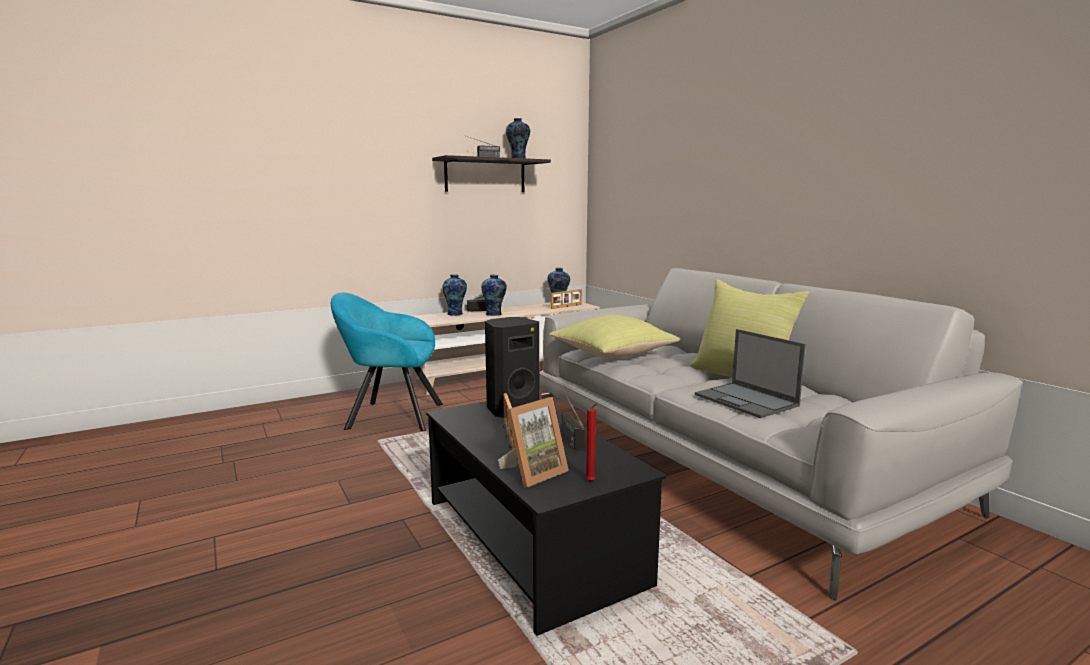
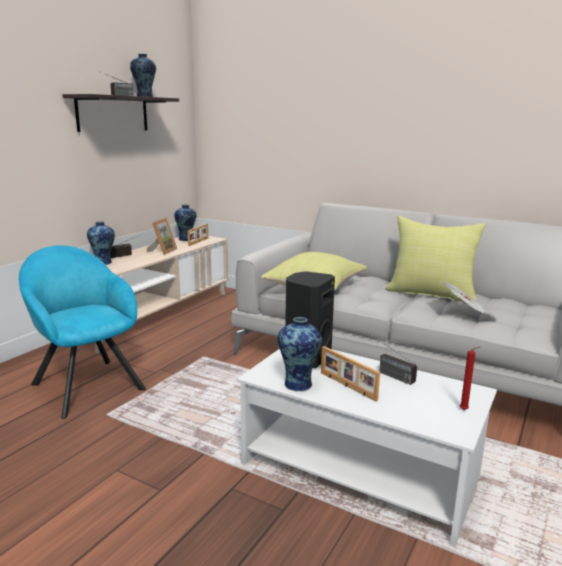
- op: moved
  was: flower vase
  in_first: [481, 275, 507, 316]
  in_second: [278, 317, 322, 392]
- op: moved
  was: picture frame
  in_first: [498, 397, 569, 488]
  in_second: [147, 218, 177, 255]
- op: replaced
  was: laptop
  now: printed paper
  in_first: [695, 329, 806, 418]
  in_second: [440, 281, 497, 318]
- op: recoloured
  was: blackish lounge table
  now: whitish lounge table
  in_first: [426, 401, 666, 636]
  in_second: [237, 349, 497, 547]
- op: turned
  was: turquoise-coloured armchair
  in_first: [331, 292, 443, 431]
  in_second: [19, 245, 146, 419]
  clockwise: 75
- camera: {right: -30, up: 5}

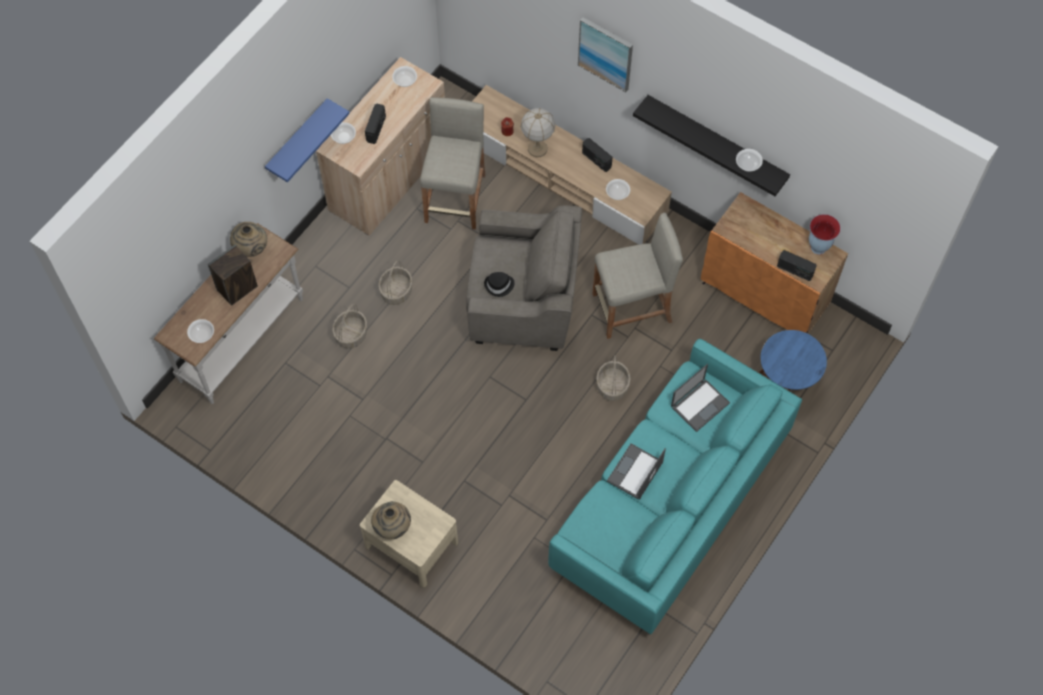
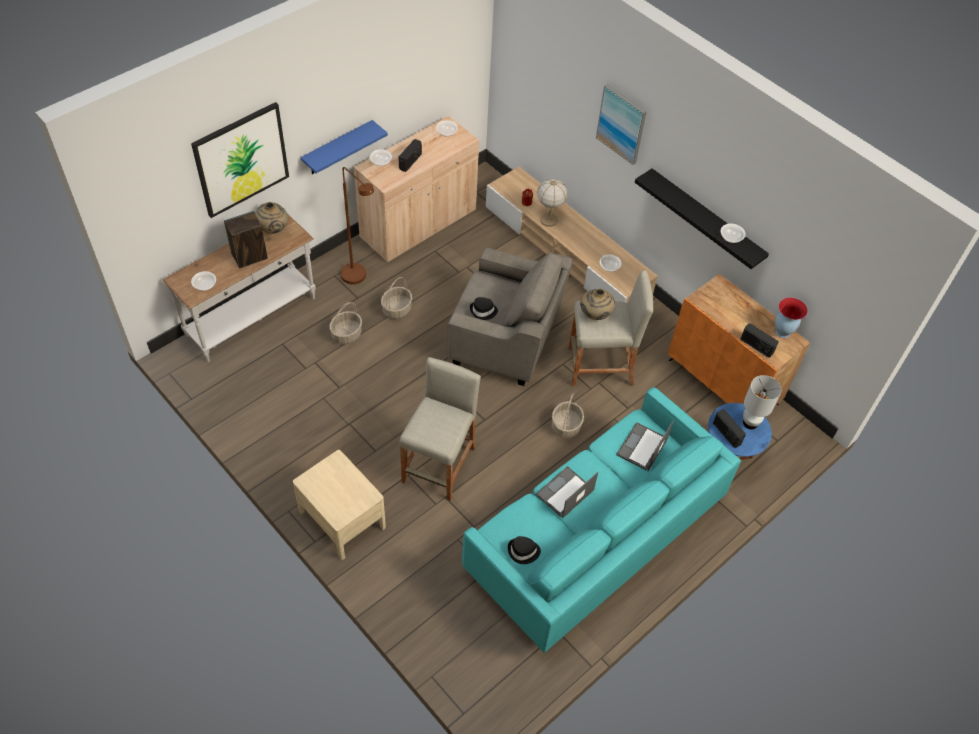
- op: added
  now: picture
  in_second: [191, 102, 289, 218]
- op: added
  now: brown floor lamp
  in_second: [341, 167, 374, 285]
- op: added
  now: blackish clothing hat
  in_second: [508, 536, 541, 564]
- op: added
  now: whitish lamp for a table
  in_second: [743, 375, 781, 429]
- op: moved
  was: sand-coloured flower vase
  in_first: [371, 501, 411, 539]
  in_second: [580, 289, 615, 320]
- op: moved
  was: sand-coloured stool seat
  in_first: [420, 97, 485, 230]
  in_second: [399, 357, 481, 501]
- op: moved
  was: radio
  in_first: [582, 138, 613, 172]
  in_second: [713, 409, 746, 448]
- op: turned
  was: laptop
  in_first: [671, 364, 730, 432]
  in_second: [616, 420, 674, 471]
  clockwise: 150
- camera: {right: 10, up: -10}

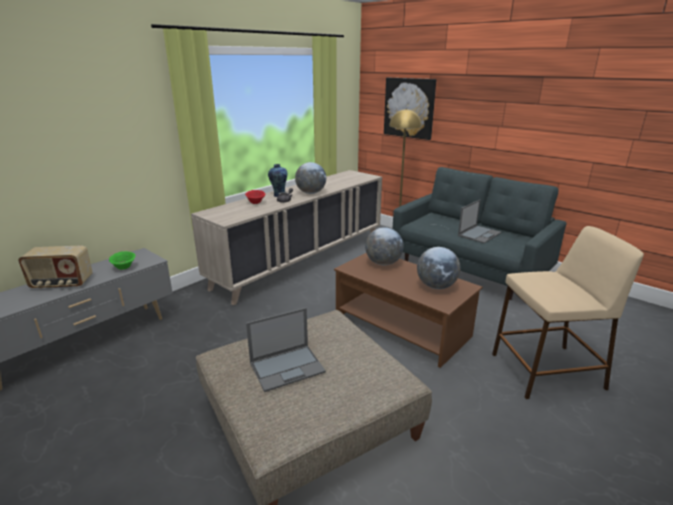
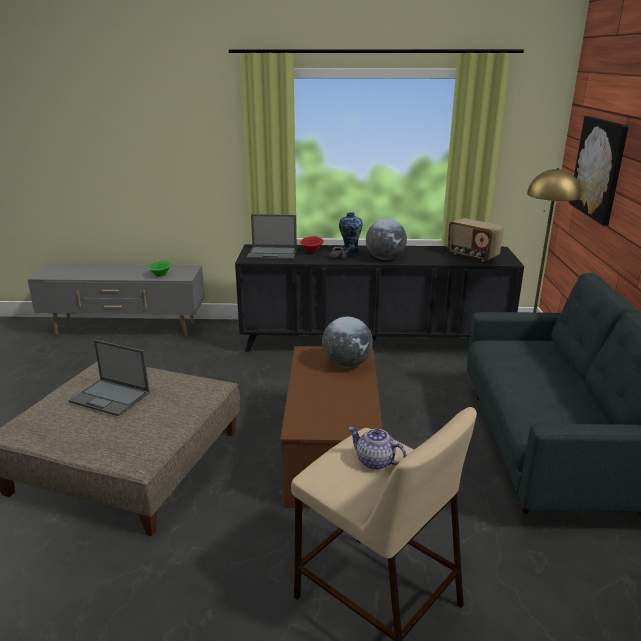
- op: removed
  was: globe
  in_first: [417, 247, 461, 289]
- op: added
  now: tea pot
  in_second: [348, 427, 406, 470]
- op: moved
  was: radio
  in_first: [18, 246, 93, 289]
  in_second: [447, 218, 504, 262]
- op: moved
  was: laptop
  in_first: [458, 200, 502, 243]
  in_second: [247, 214, 297, 259]
- op: recoloured
  was: sand-coloured cabinet
  now: blackish cabinet
  in_first: [191, 170, 382, 305]
  in_second: [235, 244, 524, 352]
- camera: {right: 50, up: 0}

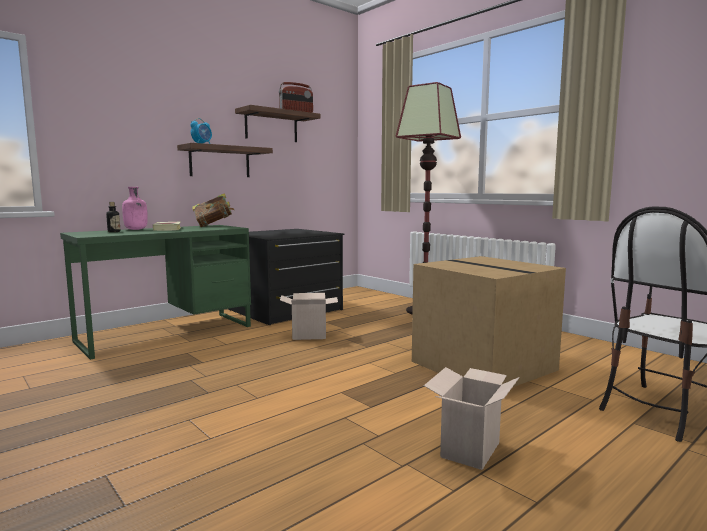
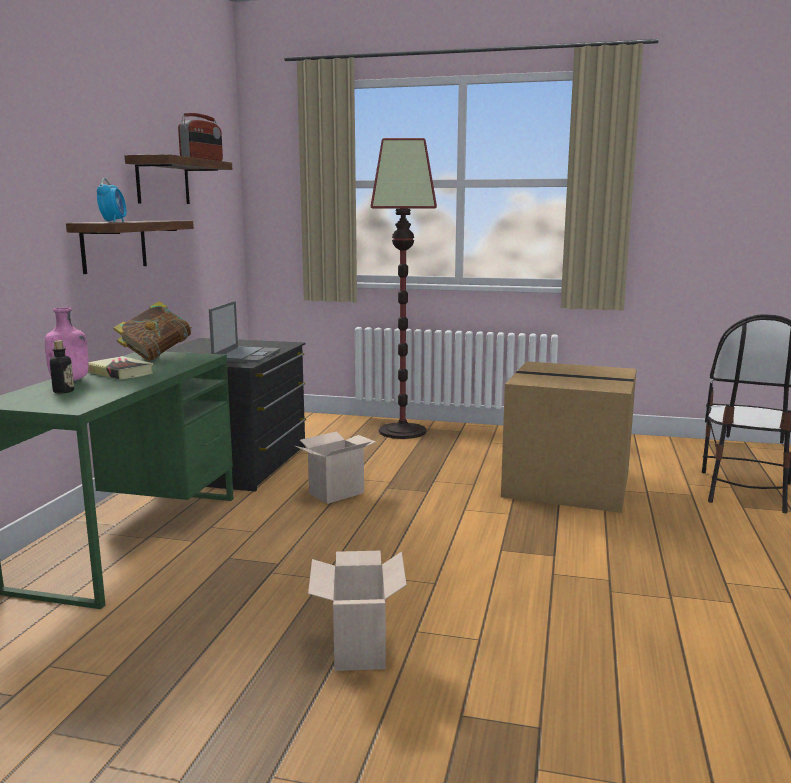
- op: added
  now: laptop
  in_second: [209, 301, 280, 362]
- op: moved
  was: packing box
  in_first: [424, 367, 520, 470]
  in_second: [308, 551, 407, 671]
- camera: {right: -35, up: 5}

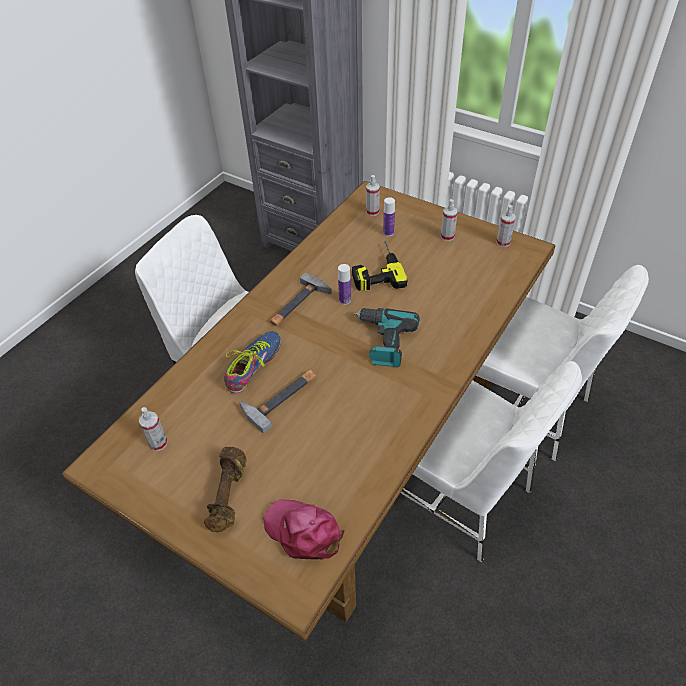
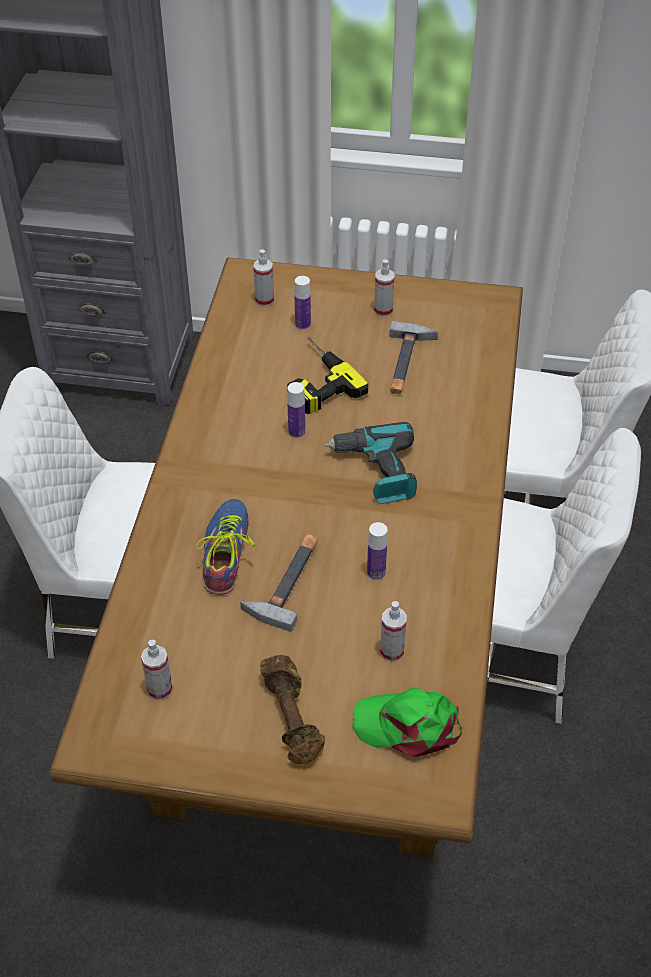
- op: added
  now: drink bottle
  in_second: [367, 522, 388, 580]
- op: moved
  was: hammer
  in_first: [270, 273, 332, 326]
  in_second: [389, 321, 438, 394]
- op: moved
  was: sprayer
  in_first: [496, 205, 516, 247]
  in_second: [380, 601, 407, 662]
- op: recoloured
  was: pinkish peaked cap
  now: green peaked cap
  in_first: [263, 499, 344, 560]
  in_second: [353, 688, 462, 757]
- camera: {right: -25, up: 0}

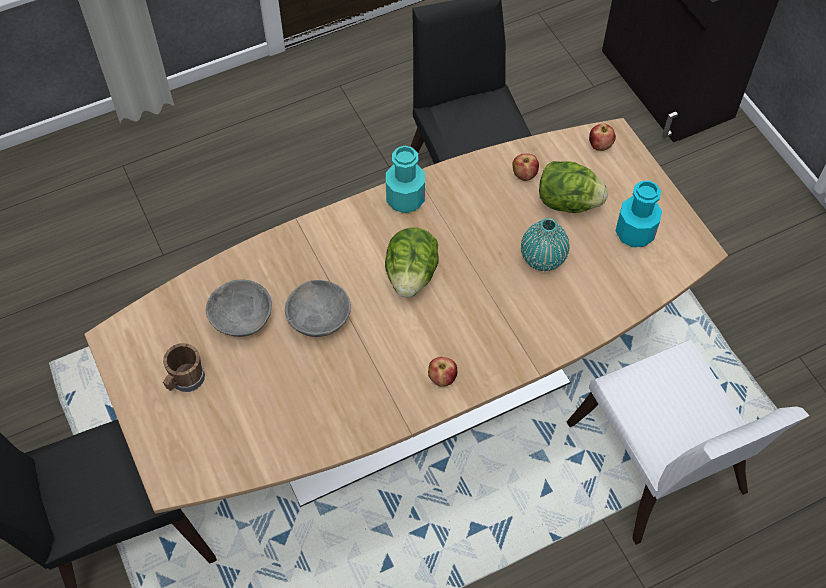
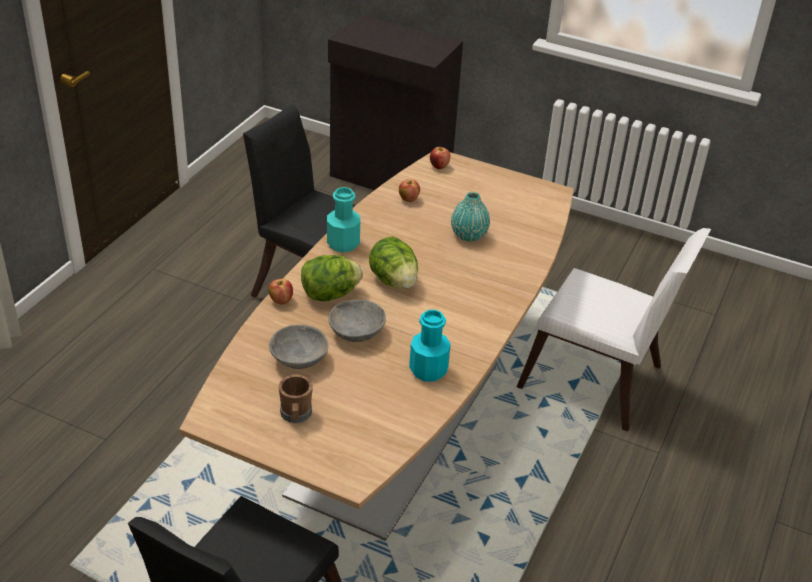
- op: moved
  was: apple fruit
  in_first: [428, 357, 457, 387]
  in_second: [268, 278, 293, 305]
- op: moved
  was: lettuce head
  in_first: [539, 161, 608, 213]
  in_second: [301, 255, 363, 301]
- op: moved
  was: turquoise-coloured drink bottle
  in_first: [616, 181, 662, 247]
  in_second: [409, 310, 451, 381]
- camera: {right: -40, up: -20}

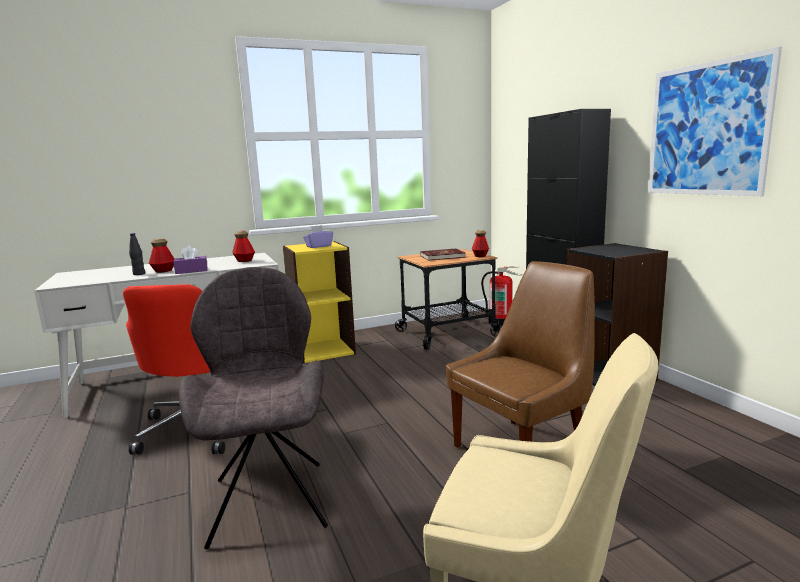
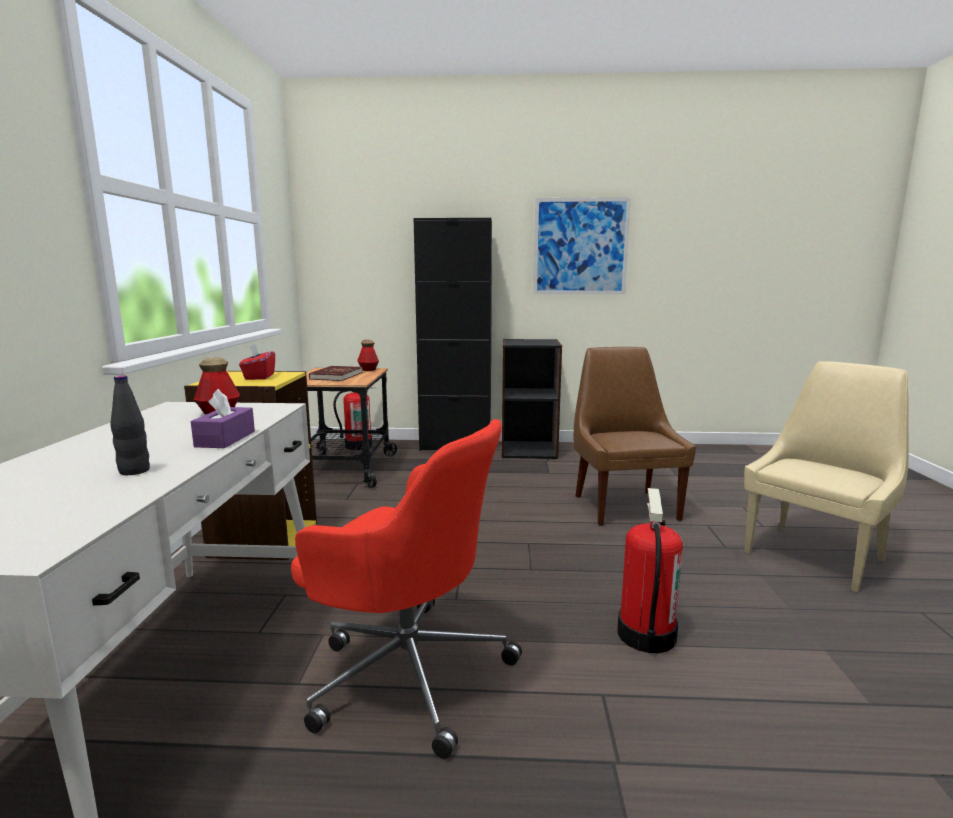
- op: removed
  was: drink bottle
  in_first: [149, 238, 174, 273]
- op: replaced
  was: grey upright chair
  now: fire-fighting cylinder
  in_first: [179, 267, 328, 550]
  in_second: [617, 488, 683, 653]
- op: recoloured
  was: purple-coloured tissue holder
  now: reddish tissue holder
  in_first: [303, 225, 333, 248]
  in_second: [239, 344, 275, 380]
- camera: {right: -65, up: 0}

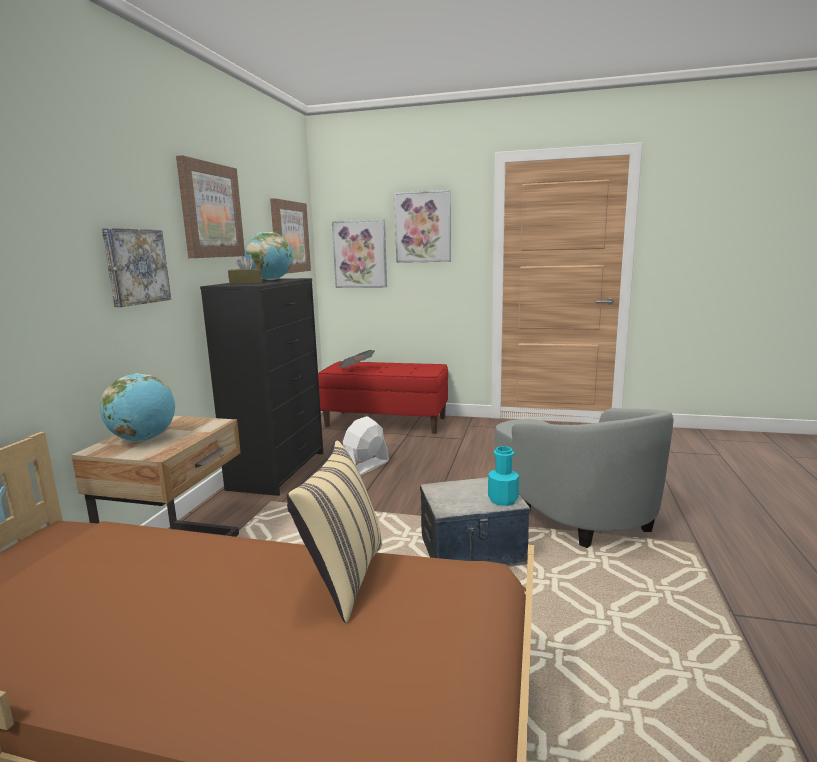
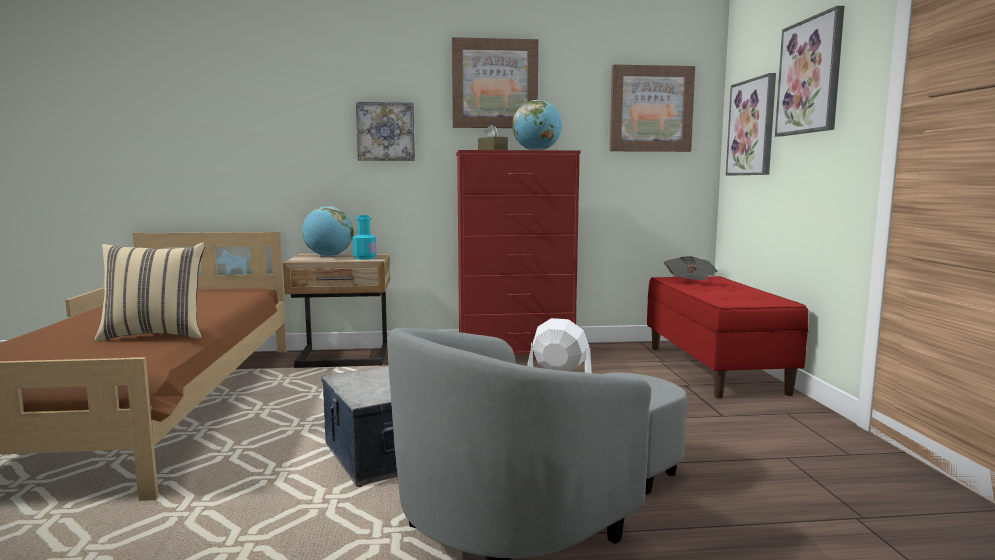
- op: moved
  was: turquoise-coloured drink bottle
  in_first: [488, 446, 519, 506]
  in_second: [352, 215, 376, 259]
- op: recoloured
  was: blackish drawer chest
  now: reddish drawer chest
  in_first: [200, 278, 323, 496]
  in_second: [456, 150, 581, 355]
- camera: {right: 70, up: -5}

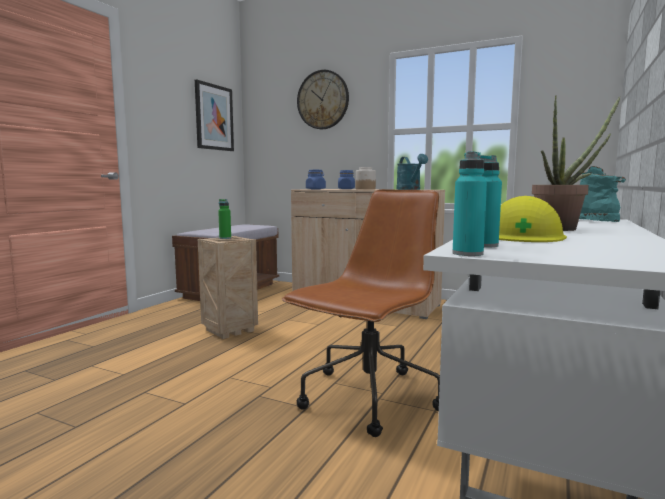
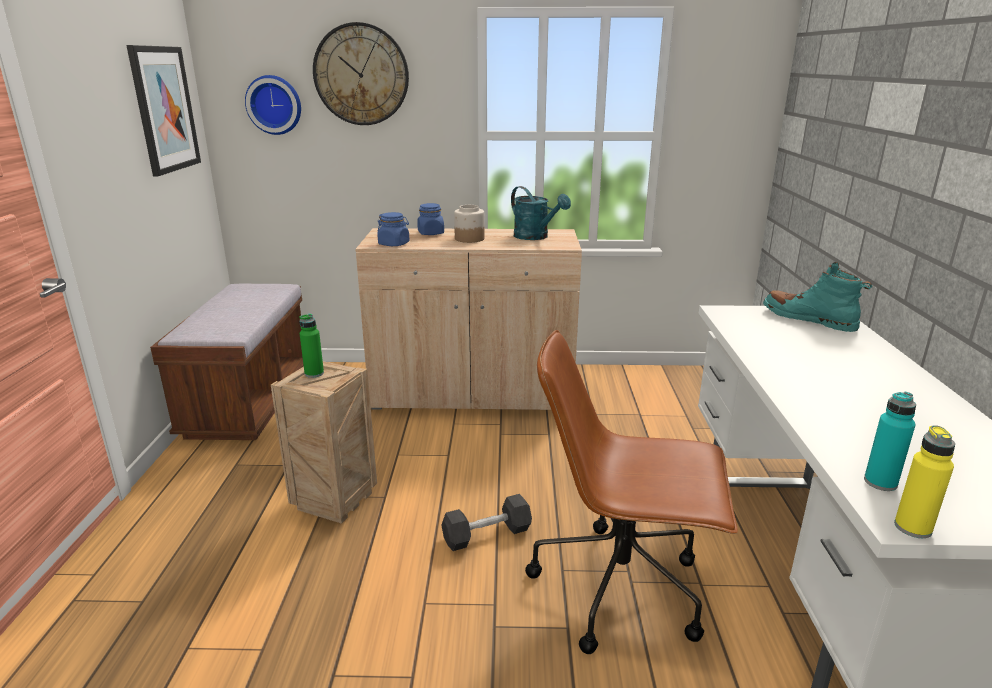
- op: removed
  was: yellow-coloured work helmet
  in_first: [499, 196, 567, 242]
- op: removed
  was: potted plant
  in_first: [532, 95, 620, 231]
- op: added
  now: hanging clock
  in_second: [245, 75, 301, 135]
- op: added
  now: blackish hand weight
  in_second: [442, 494, 532, 551]
- op: recoloured
  was: turquoise-coloured drink bottle
  now: yellow-coloured drink bottle
  in_first: [452, 151, 487, 256]
  in_second: [894, 425, 955, 538]
- op: turned
  was: brown computer chair
  in_first: [282, 189, 440, 437]
  in_second: [525, 330, 738, 654]
  clockwise: -90
- camera: {right: -25, up: 15}

